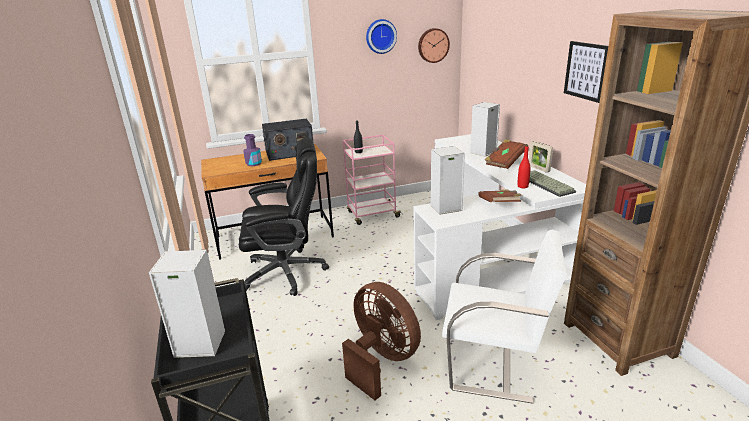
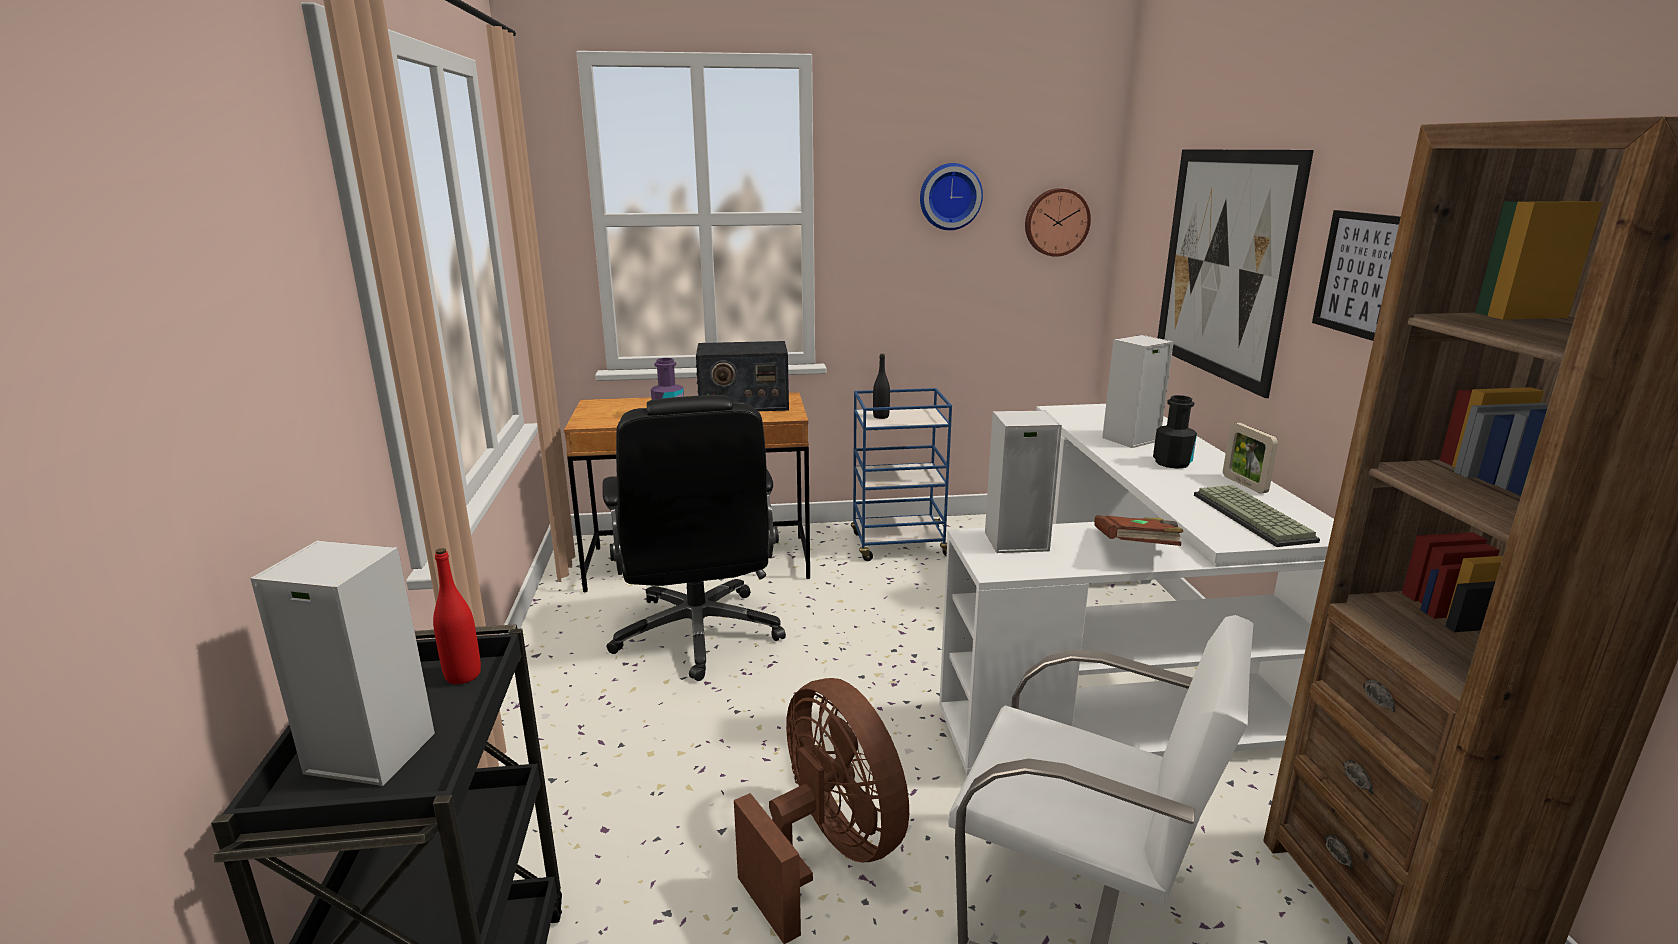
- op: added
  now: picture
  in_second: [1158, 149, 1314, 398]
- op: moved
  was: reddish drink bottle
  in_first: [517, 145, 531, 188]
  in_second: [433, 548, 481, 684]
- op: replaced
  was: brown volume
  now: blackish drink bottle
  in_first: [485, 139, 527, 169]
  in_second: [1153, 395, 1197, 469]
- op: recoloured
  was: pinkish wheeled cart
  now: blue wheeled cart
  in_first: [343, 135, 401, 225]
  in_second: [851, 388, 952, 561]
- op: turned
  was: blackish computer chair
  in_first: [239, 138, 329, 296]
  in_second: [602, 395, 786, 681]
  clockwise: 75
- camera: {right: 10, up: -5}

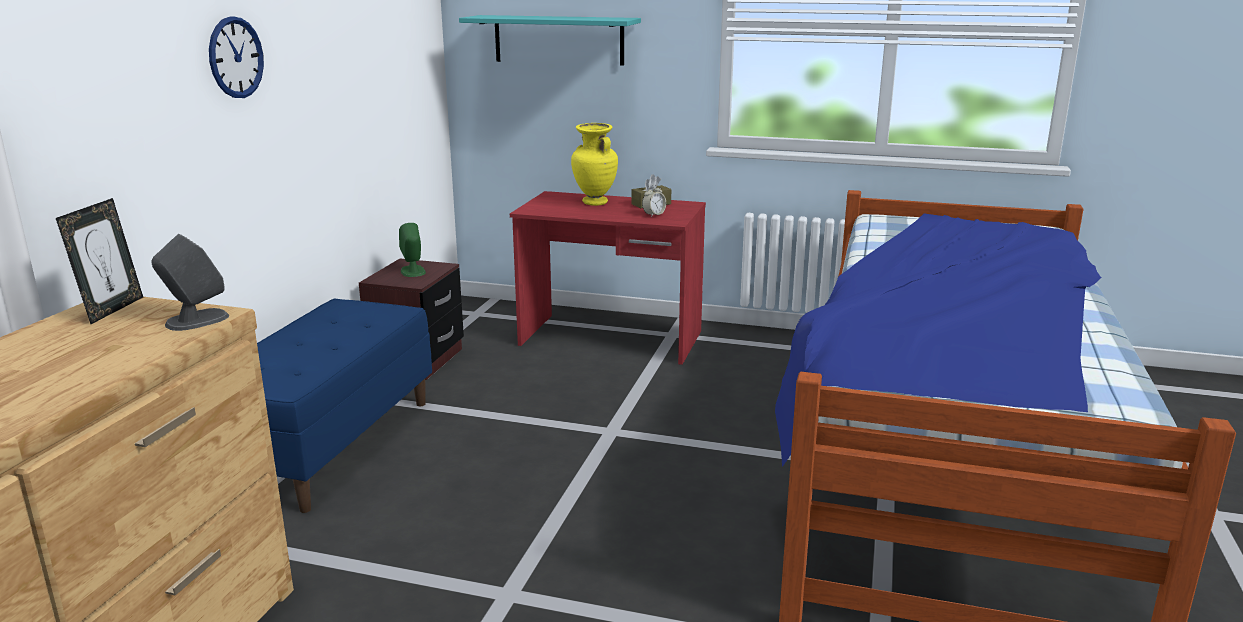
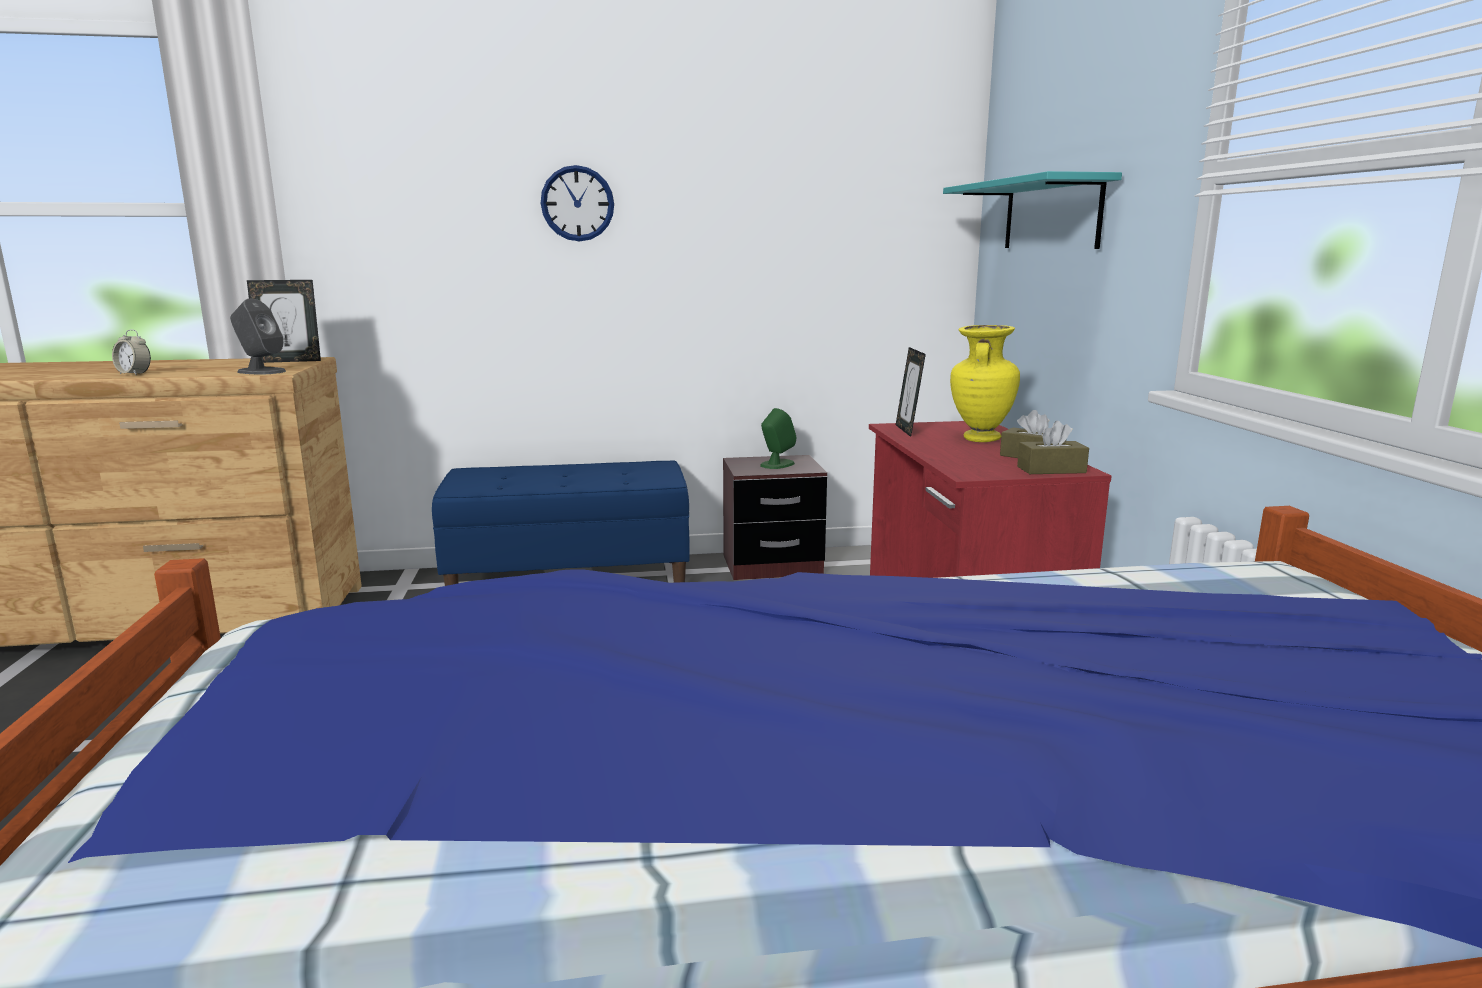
- op: added
  now: picture frame
  in_second: [896, 347, 926, 437]
- op: added
  now: brown tissue holder
  in_second: [1017, 420, 1089, 474]
- op: moved
  was: bedside clock
  in_first: [642, 184, 666, 217]
  in_second: [112, 329, 151, 375]
- camera: {right: 65, up: -5}

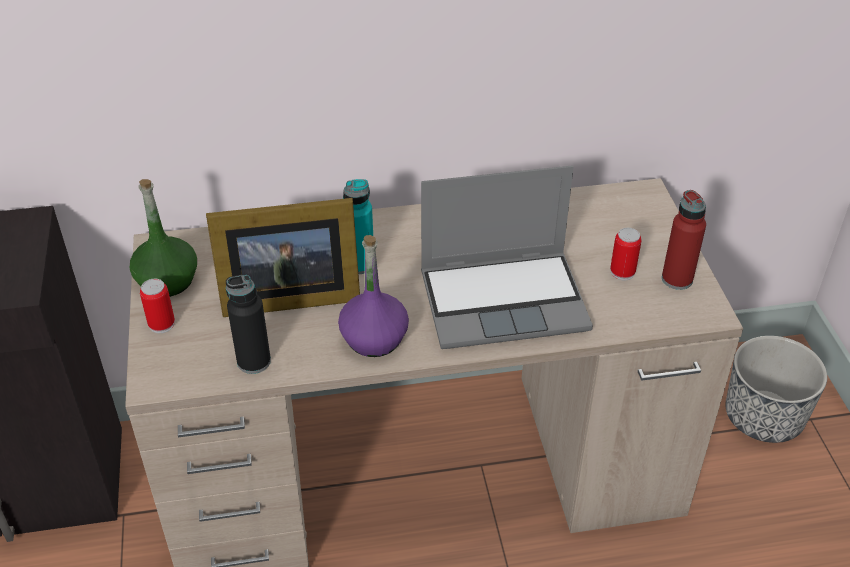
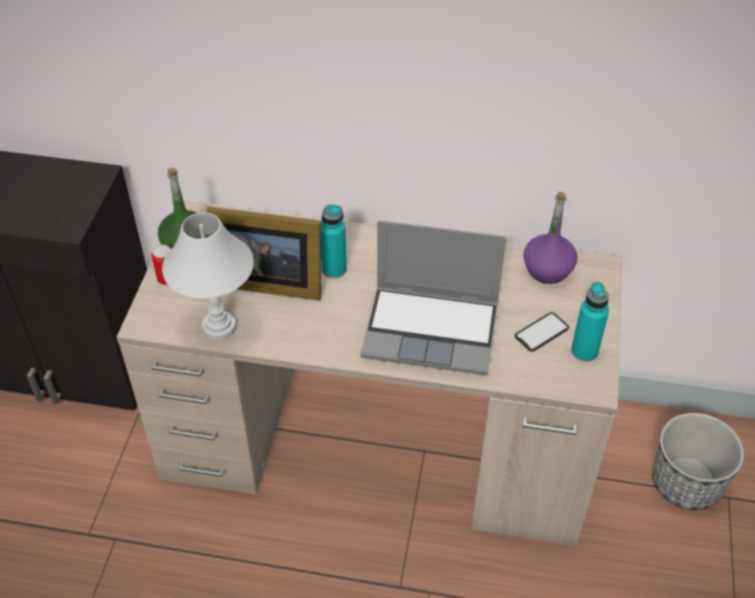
- op: moved
  was: purple-coloured drink bottle
  in_first: [338, 235, 409, 357]
  in_second: [523, 192, 577, 284]
- op: replaced
  was: blackish drink bottle
  now: whitish lamp for a table
  in_first: [226, 275, 271, 374]
  in_second: [162, 212, 254, 341]
- op: replaced
  was: can
  now: phone
  in_first: [610, 228, 642, 280]
  in_second: [515, 312, 569, 352]
- op: recoloured
  was: reddish drink bottle
  now: turquoise-coloured drink bottle
  in_first: [662, 190, 706, 290]
  in_second: [571, 282, 609, 361]
- camera: {right: 20, up: 5}

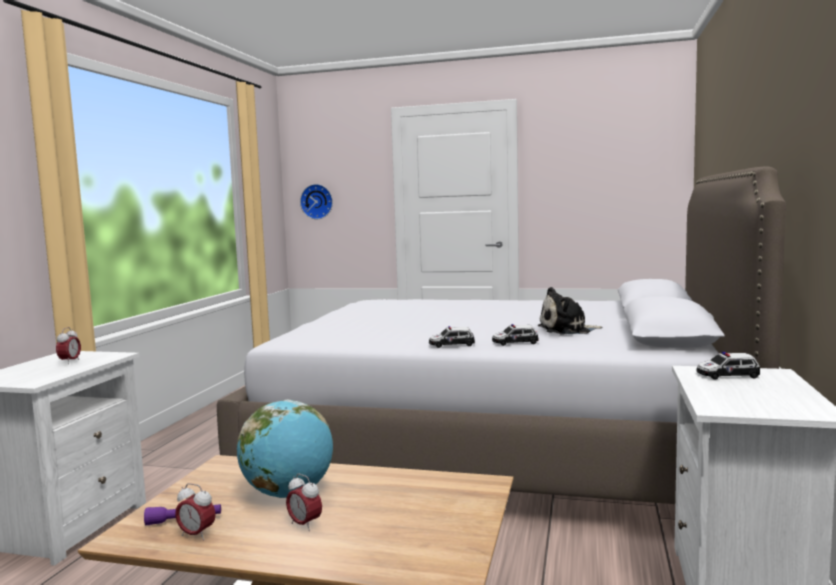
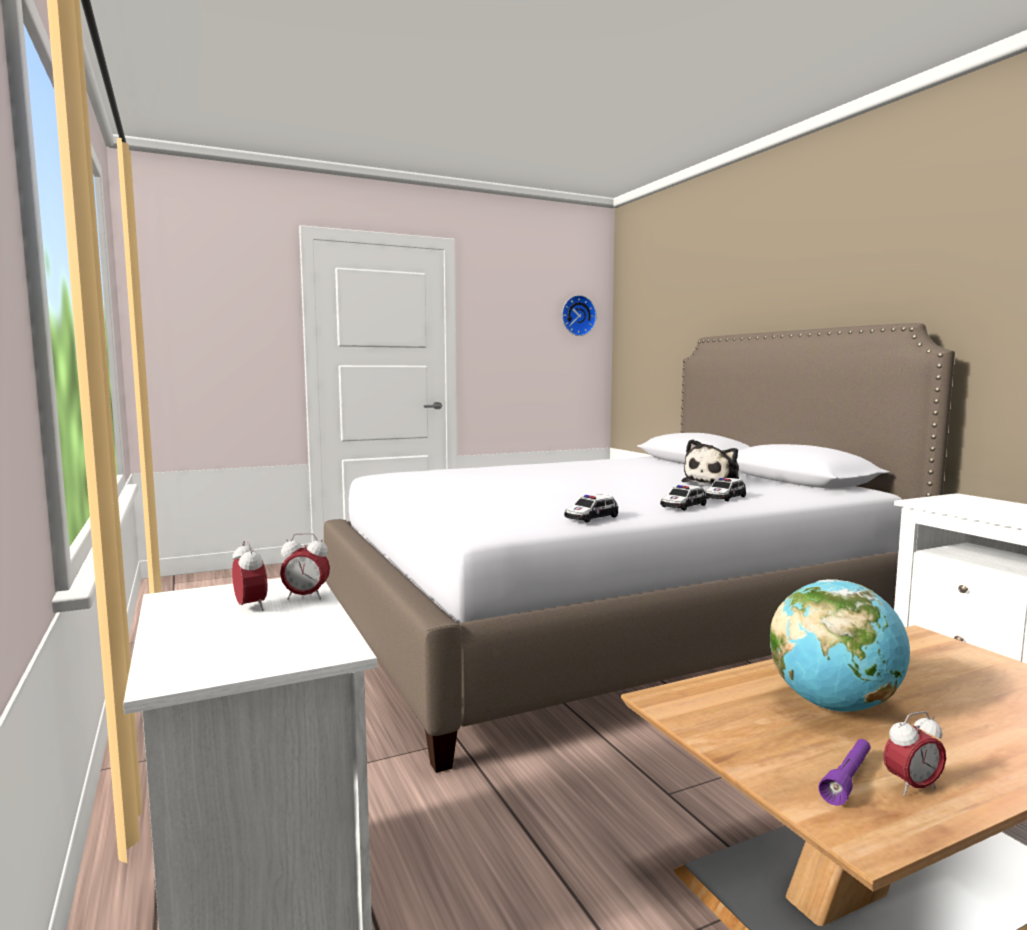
- op: moved
  was: bedside clock
  in_first: [286, 474, 322, 531]
  in_second: [280, 533, 330, 600]
- op: moved
  was: hanging clock
  in_first: [300, 184, 333, 219]
  in_second: [562, 295, 597, 336]
- op: moved
  was: miniature car
  in_first: [696, 352, 760, 379]
  in_second: [564, 494, 618, 523]
- camera: {right: -40, up: 0}

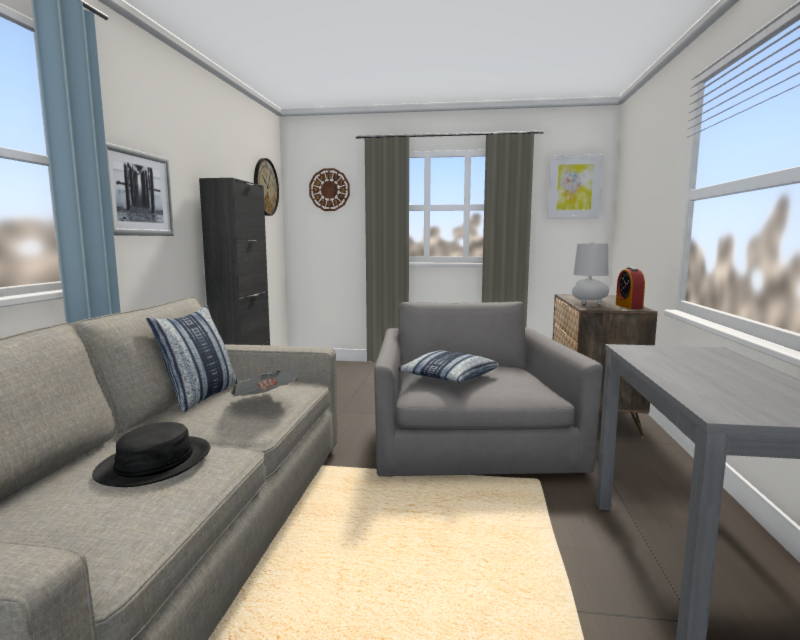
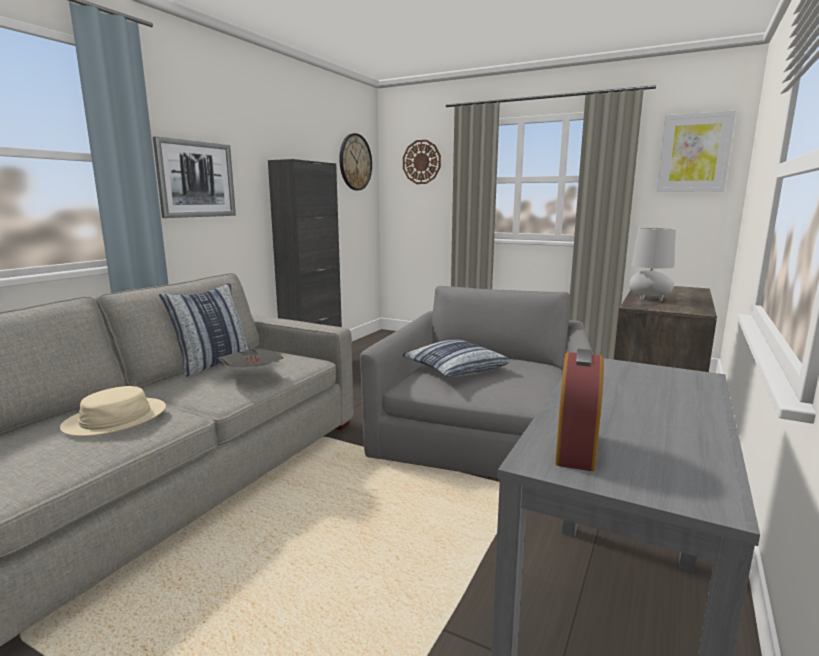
- op: moved
  was: bedside clock
  in_first: [616, 267, 645, 309]
  in_second: [555, 349, 604, 471]
- op: recoloured
  was: blackish clothing hat
  now: sand-coloured clothing hat
  in_first: [92, 422, 210, 487]
  in_second: [60, 386, 166, 437]
- camera: {right: 20, up: 5}

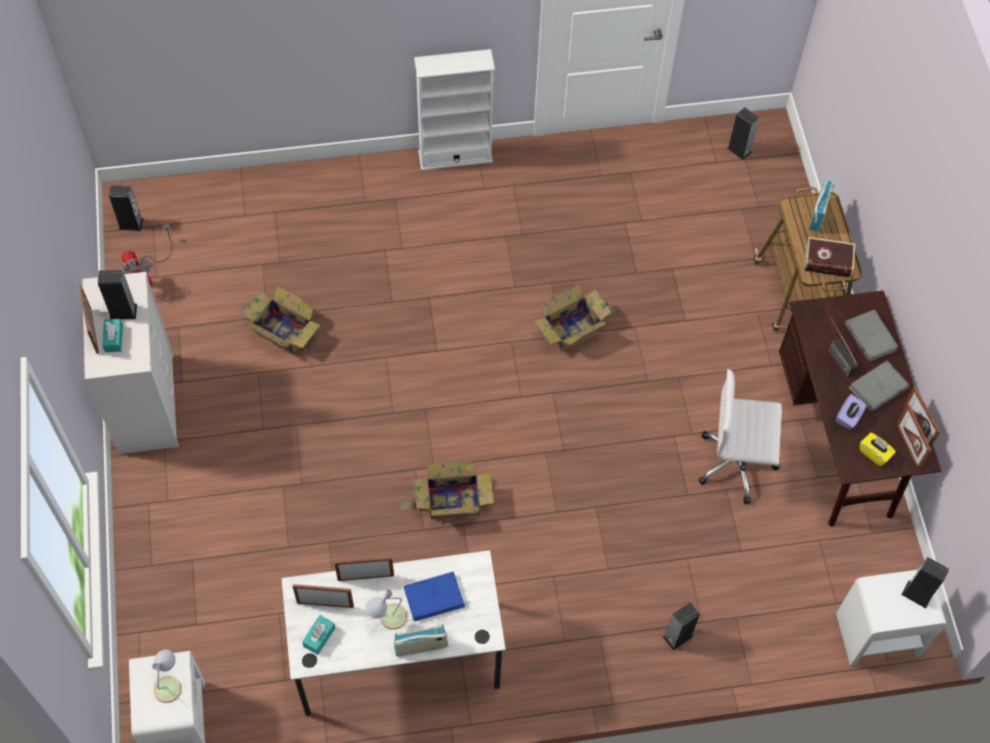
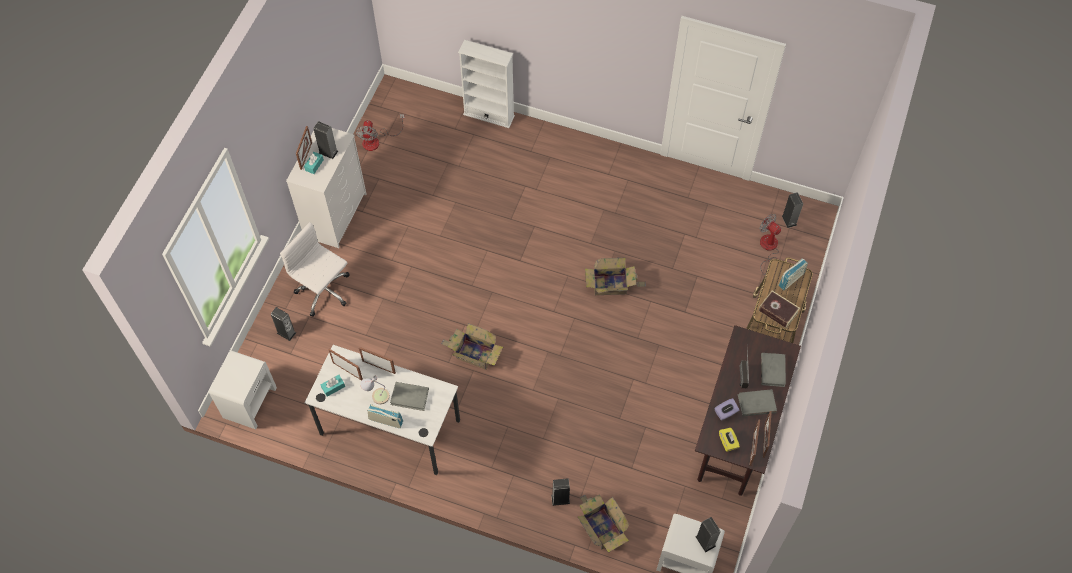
- op: removed
  was: lamp for a table
  in_first: [152, 649, 181, 703]
- op: added
  now: cooling fan
  in_second: [759, 214, 781, 275]
- op: moved
  was: speaker
  in_first: [109, 185, 143, 231]
  in_second: [271, 307, 296, 341]
- op: moved
  was: packing box
  in_first: [239, 286, 320, 354]
  in_second: [578, 494, 629, 553]
- op: moved
  was: whitish shelving unit
  in_first: [414, 49, 495, 170]
  in_second: [458, 39, 515, 128]
- op: moved
  was: whitish computer chair
  in_first: [699, 369, 782, 504]
  in_second: [280, 222, 350, 317]
- op: recoloured
  was: blue volume
  now: grey volume
  in_first: [404, 572, 465, 622]
  in_second: [390, 382, 429, 411]
- camera: {right: 30, up: 0}

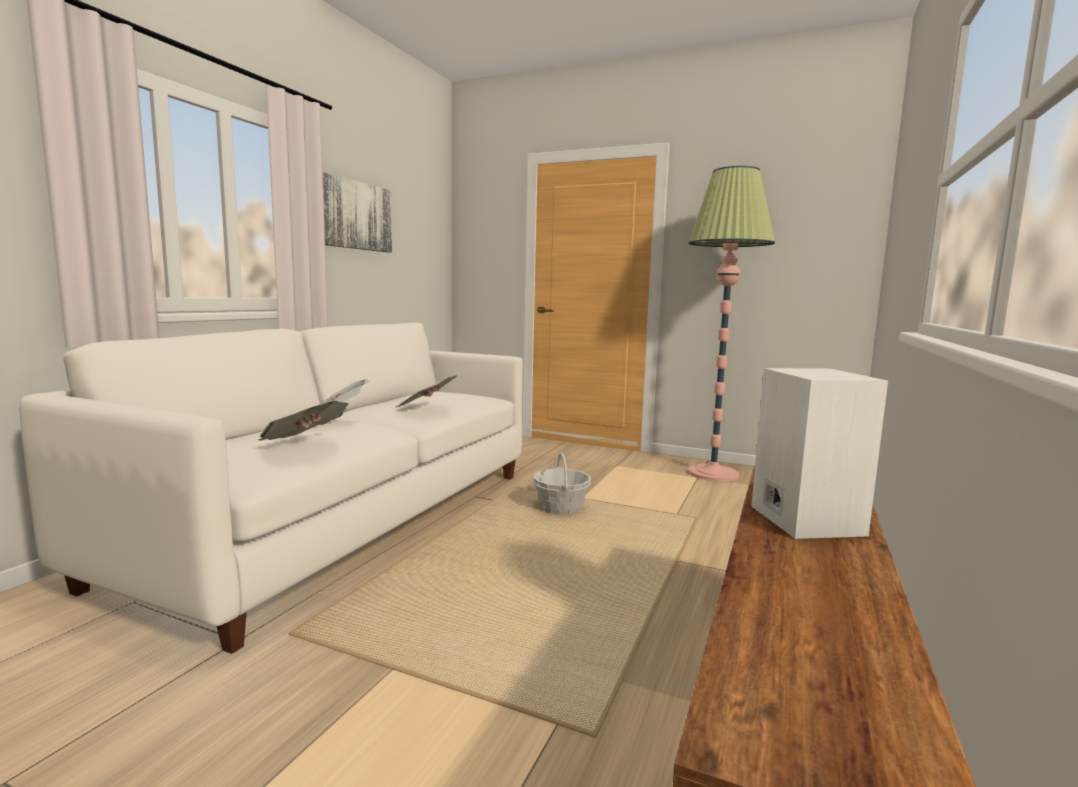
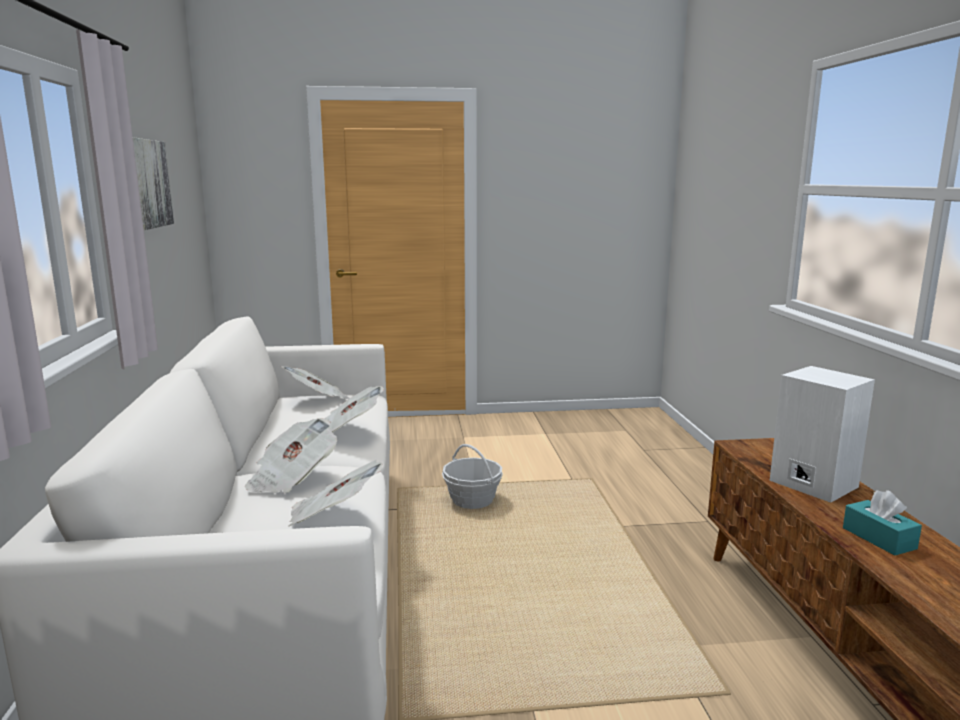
- op: removed
  was: floor lamp
  in_first: [688, 166, 775, 482]
- op: added
  now: printed paper
  in_second: [281, 366, 349, 399]
- op: added
  now: turquoise-coloured tissue holder
  in_second: [843, 490, 922, 555]
- camera: {right: -30, up: 5}

